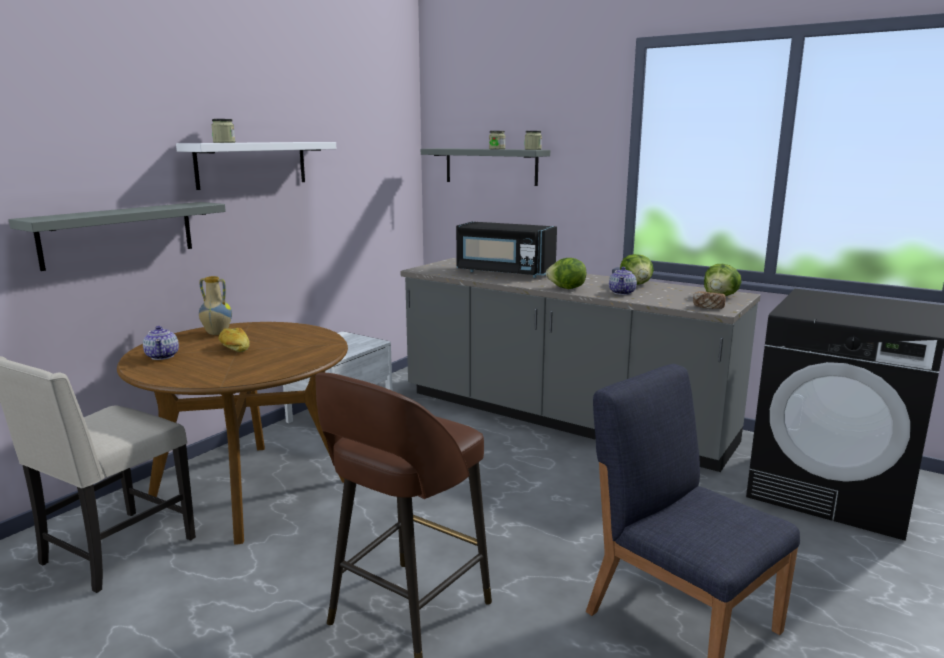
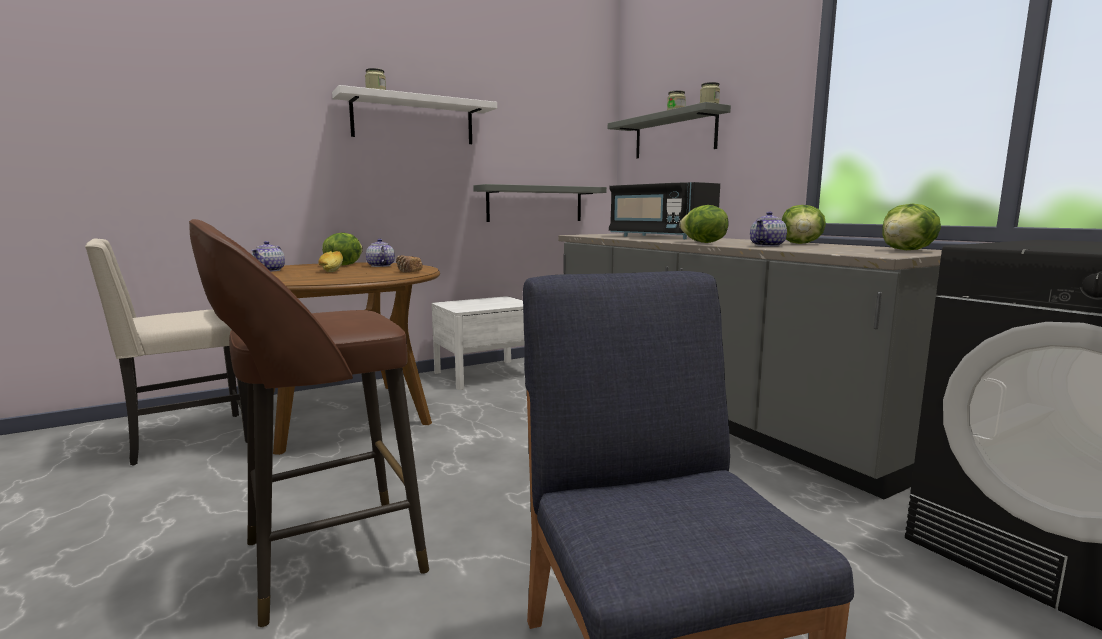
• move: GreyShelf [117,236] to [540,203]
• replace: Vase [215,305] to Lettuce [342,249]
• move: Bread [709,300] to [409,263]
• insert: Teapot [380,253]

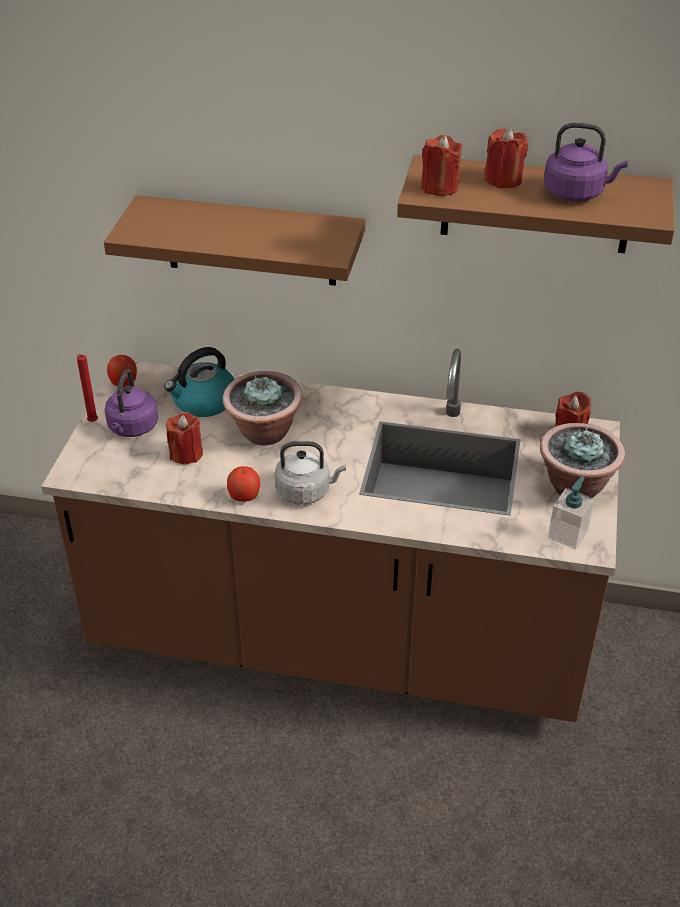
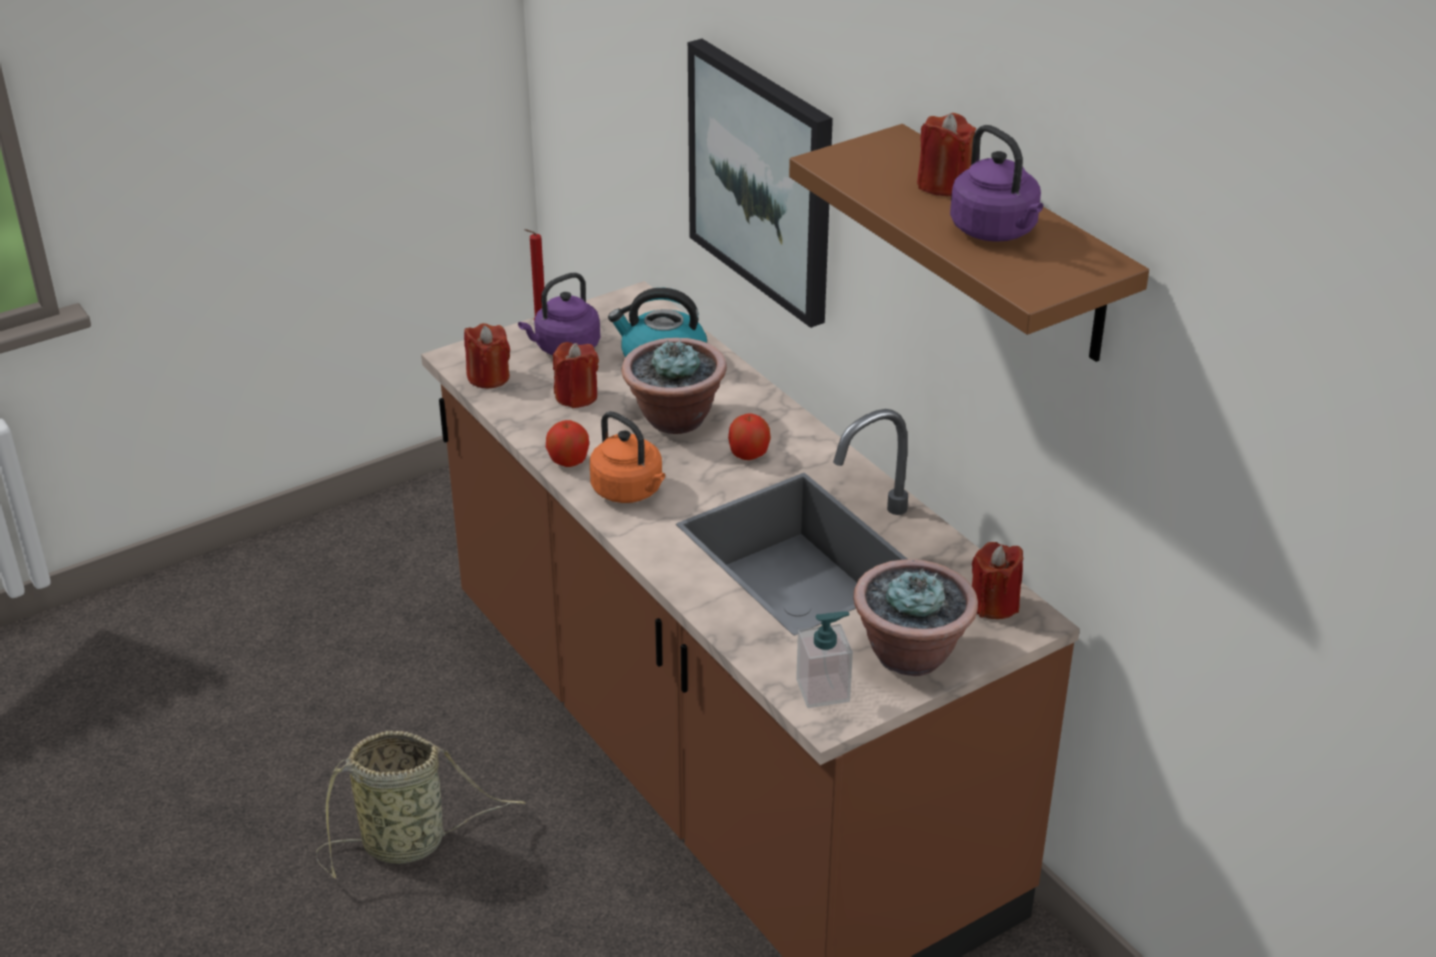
• replace: BrownShelf [235,240] to Picture [760,183]
• move: Apple [122,371] to [749,436]
• recolor: GreyKettle [310,473] to OrangeKettle [627,457]
• move: RedCandle [442,165] to [487,355]
• insert: Basket [421,804]

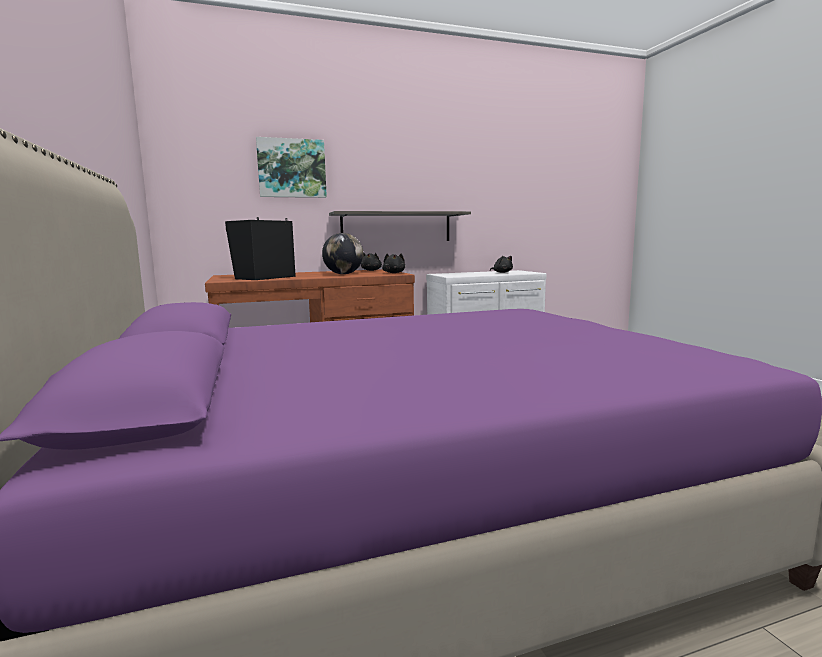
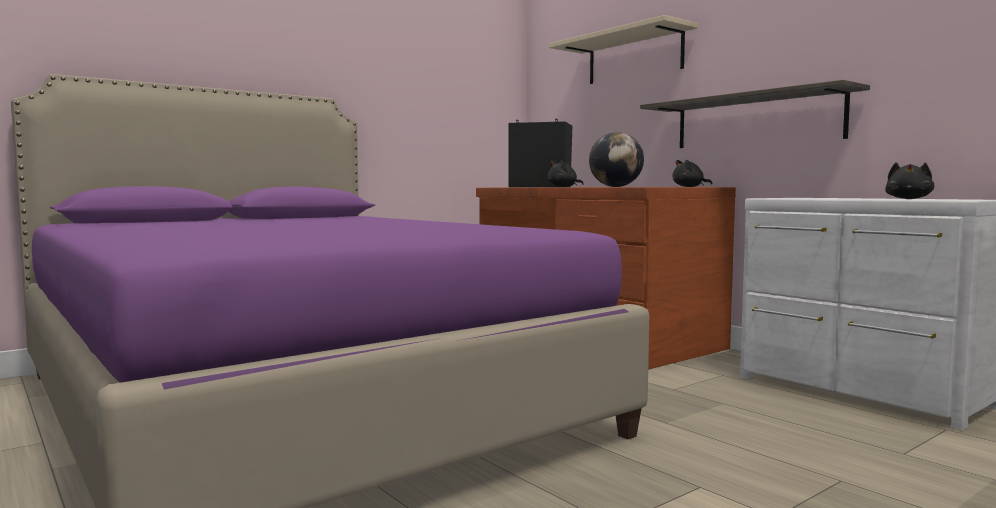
• replace: Picture [291,167] to BeigeShelf [623,49]
• move: BlackPlushToy [393,263] to [566,174]

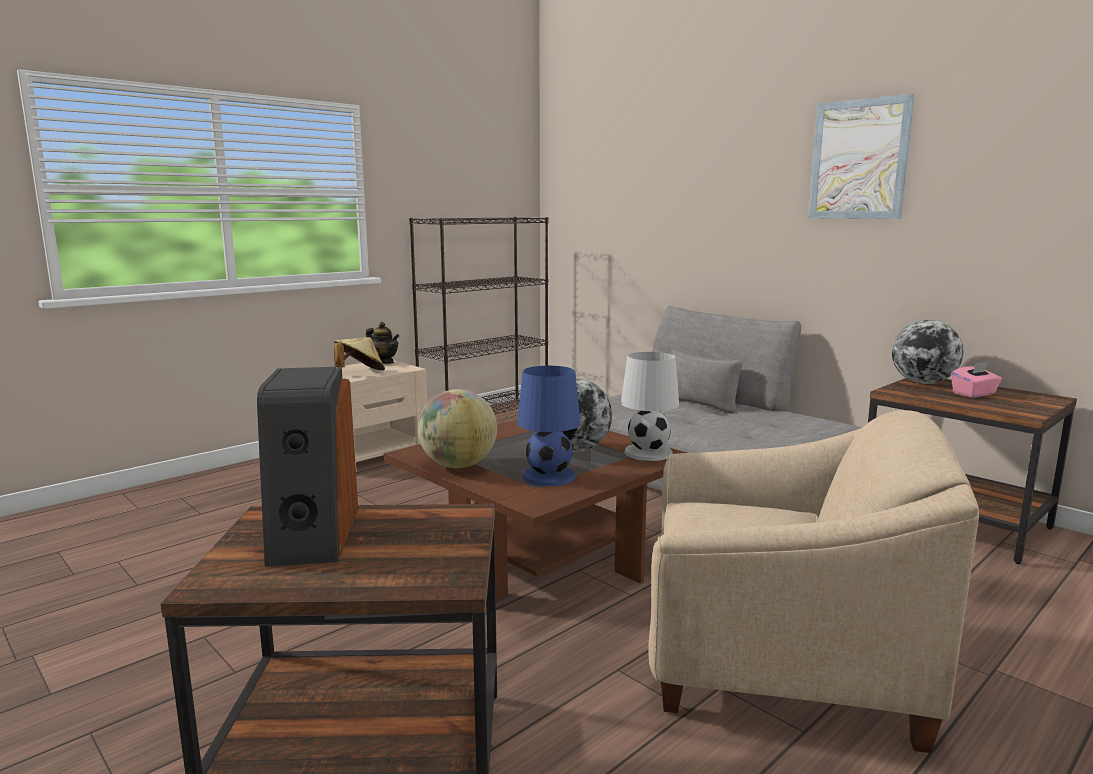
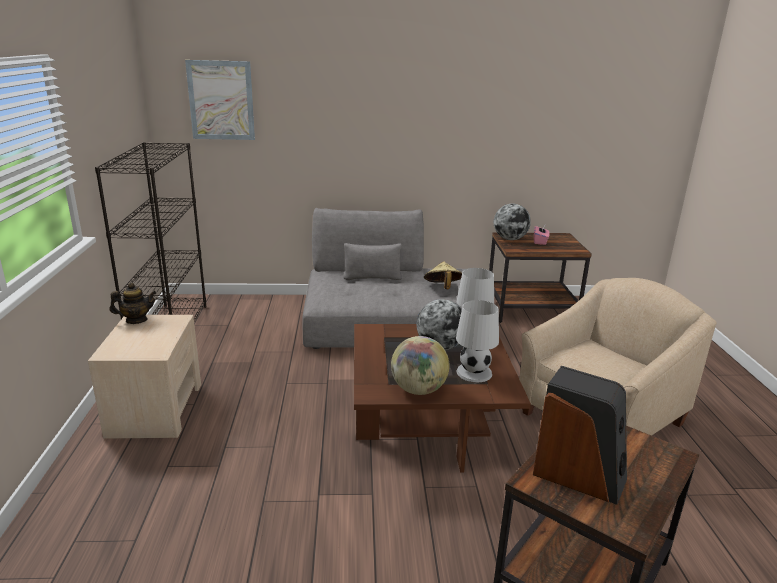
• move: BeigeHat [359,353] to [443,275]
• recolor: BlueTableLamp [549,426] to WhiteTableLamp [477,341]
• move: Picture [861,156] to [220,100]

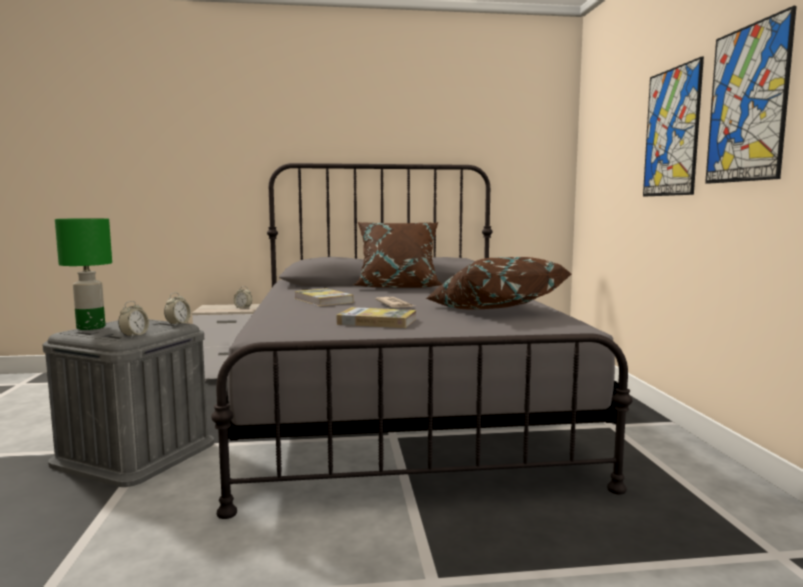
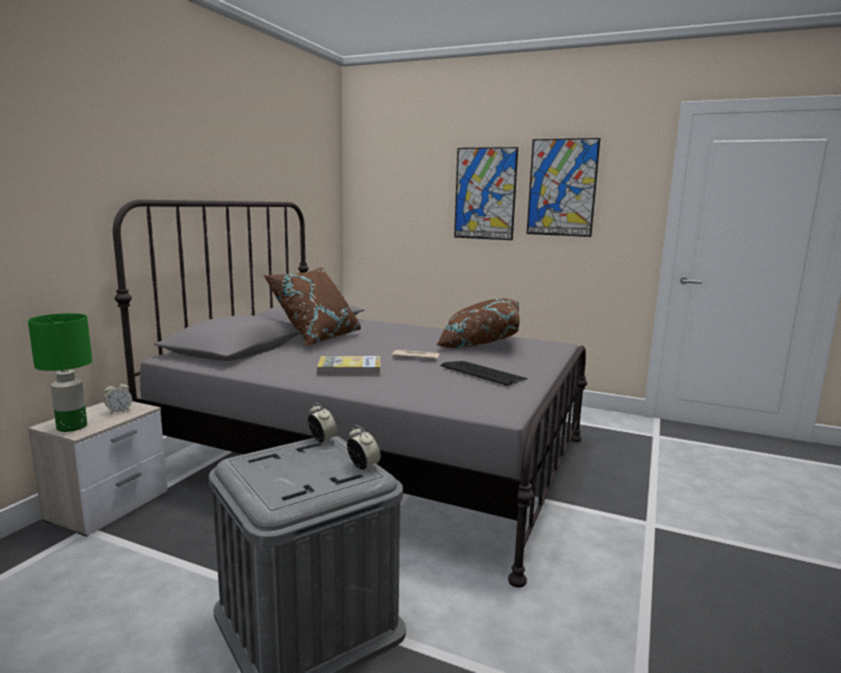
• move: GreenTableLamp [83,274] to [60,372]
• replace: Book [376,317] to Keyboard [484,373]

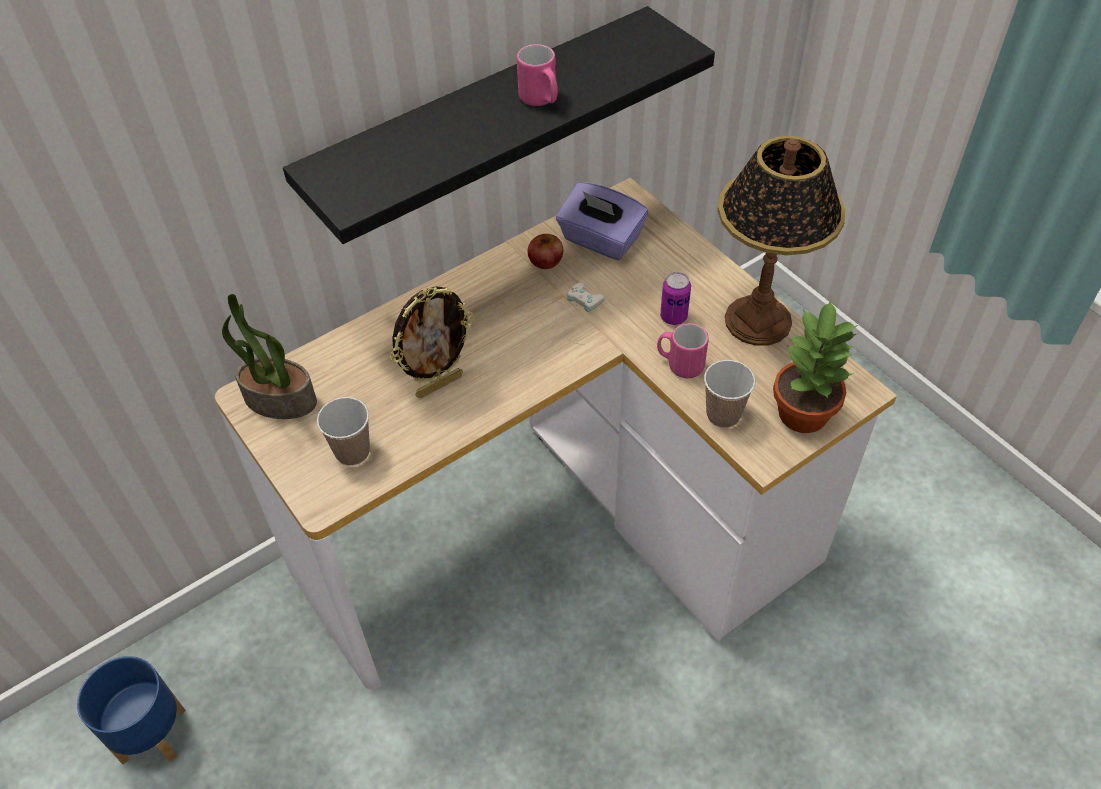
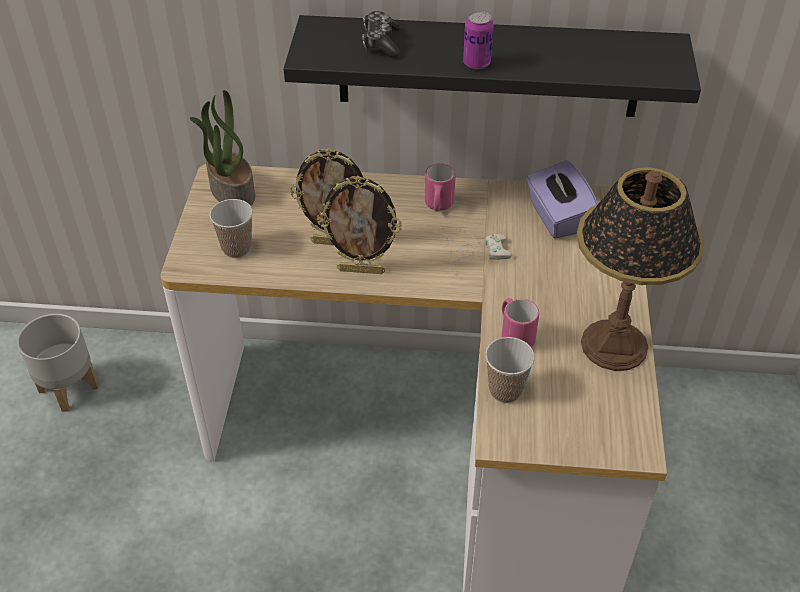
• recolor: BluePlanter [131,710] to GreyPlanter [58,363]
• move: PinkMug [537,75] to [440,187]
• delete: Apple [545,251]
• move: Can [675,298] to [478,40]
• delete: PottedPlant [816,366]
• insert: PictureFrame [359,225]
• insert: GameController [381,34]

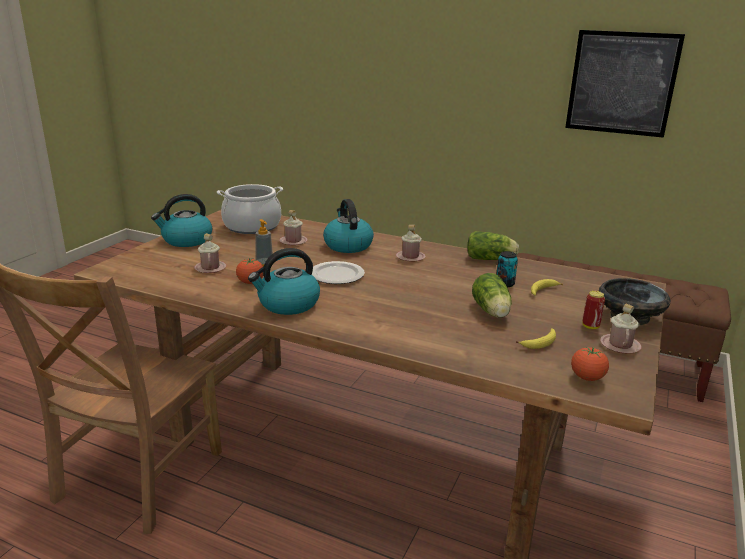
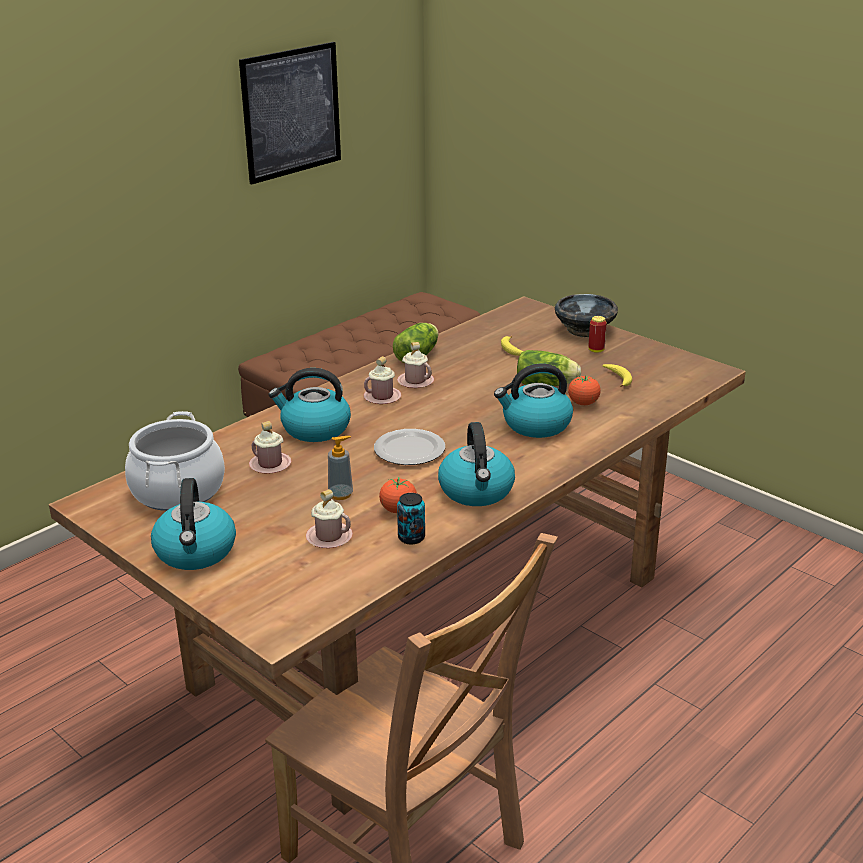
• move: Can [507,269] to [411,519]
• move: Tomato [590,364] to [584,390]
• move: PinkMug [621,329] to [415,365]
• insert: Kettle [533,400]

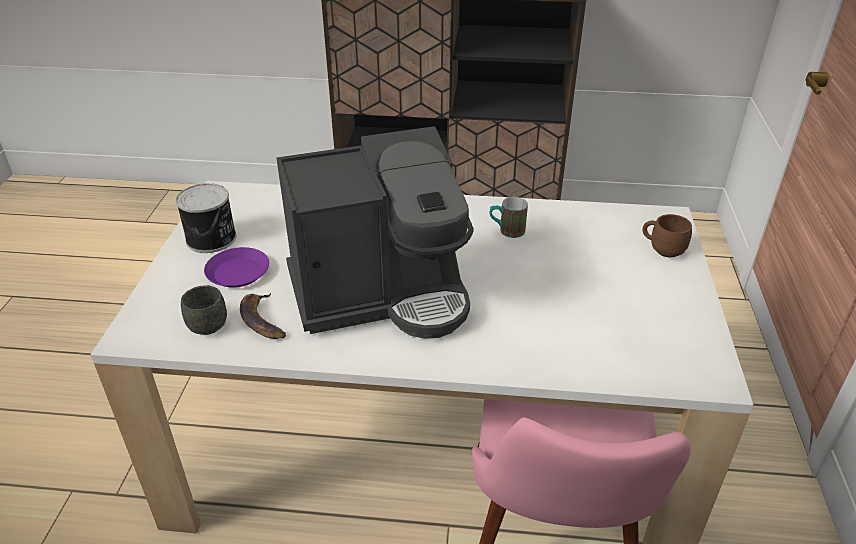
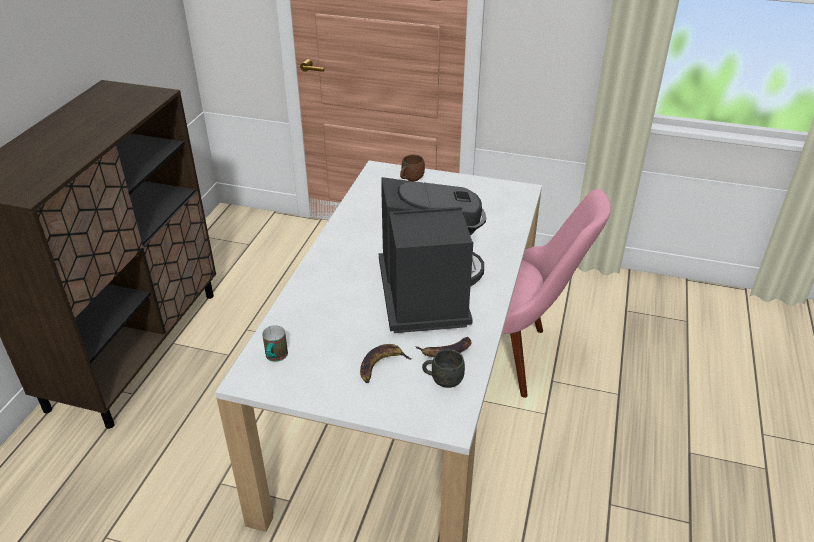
• delete: Can [206,218]
• replace: PurplePlate [236,267] to Banana [386,363]
• move: Mug [509,217] to [275,343]

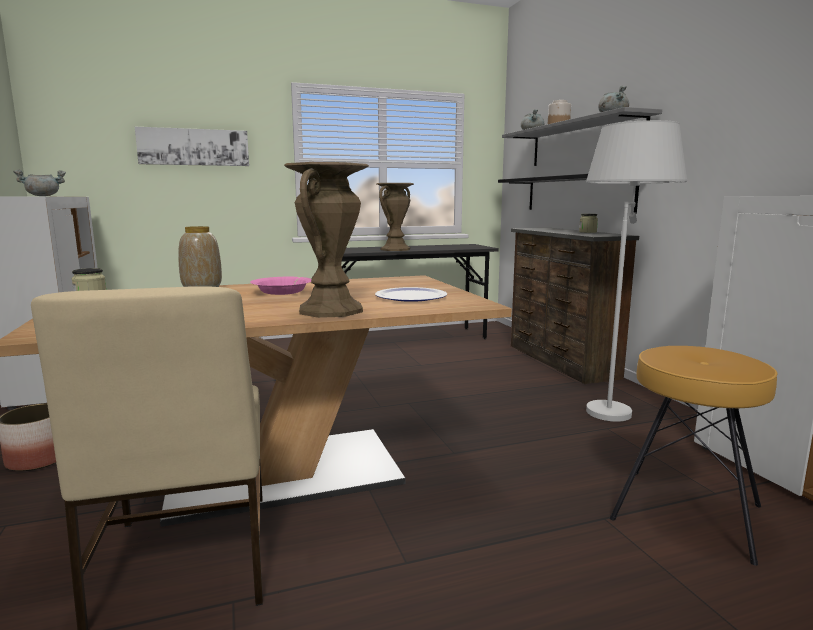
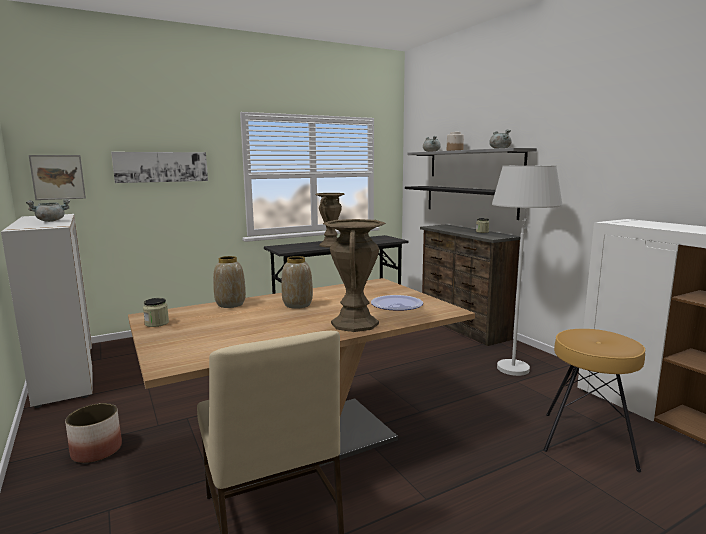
• replace: PinkBowl [280,286] to Vase [297,282]
• insert: Picture [57,177]

